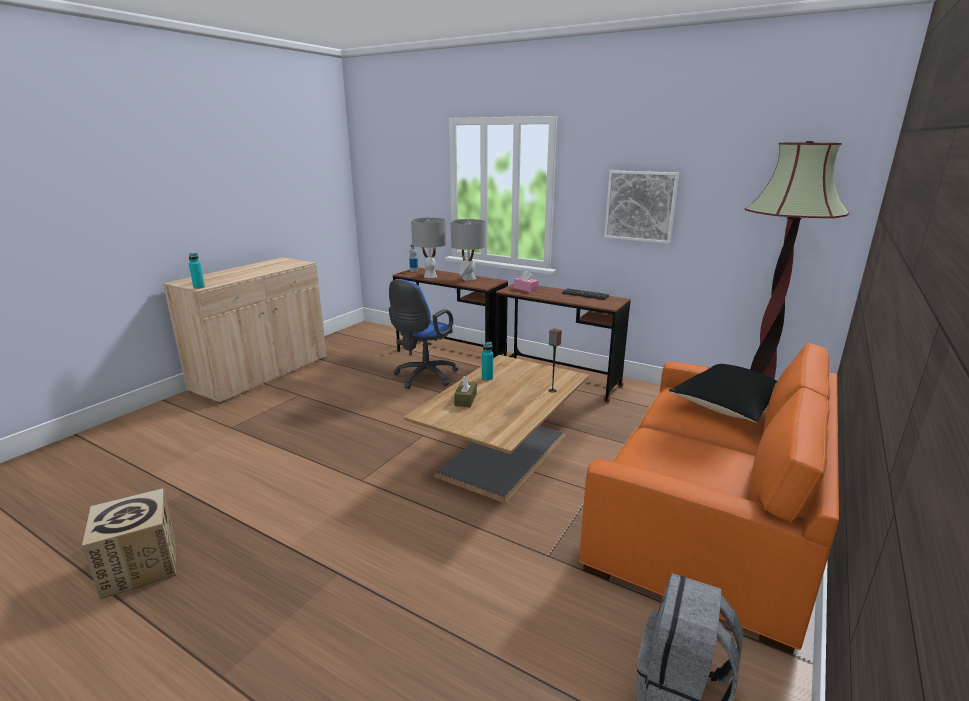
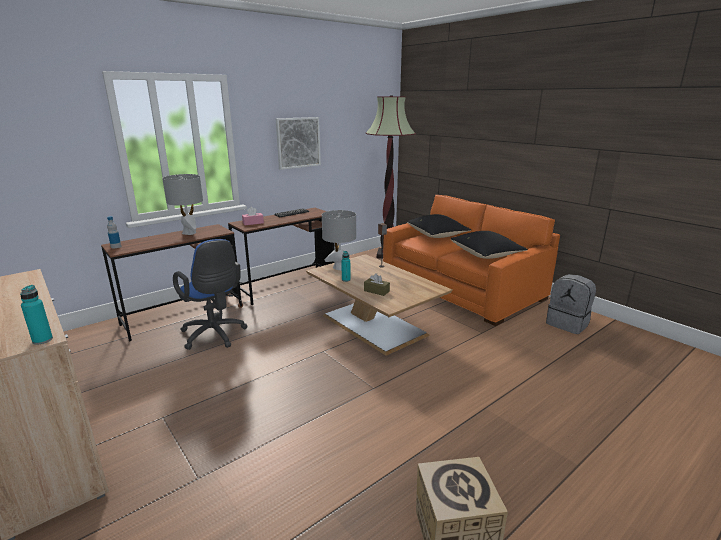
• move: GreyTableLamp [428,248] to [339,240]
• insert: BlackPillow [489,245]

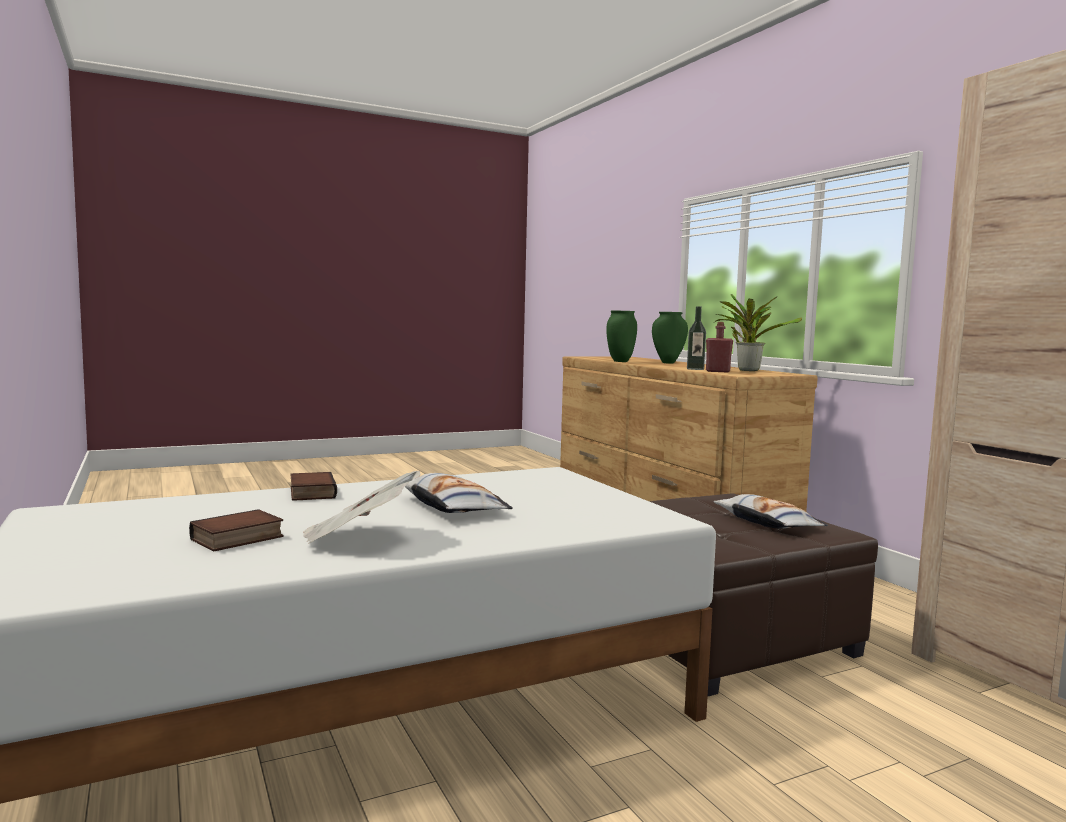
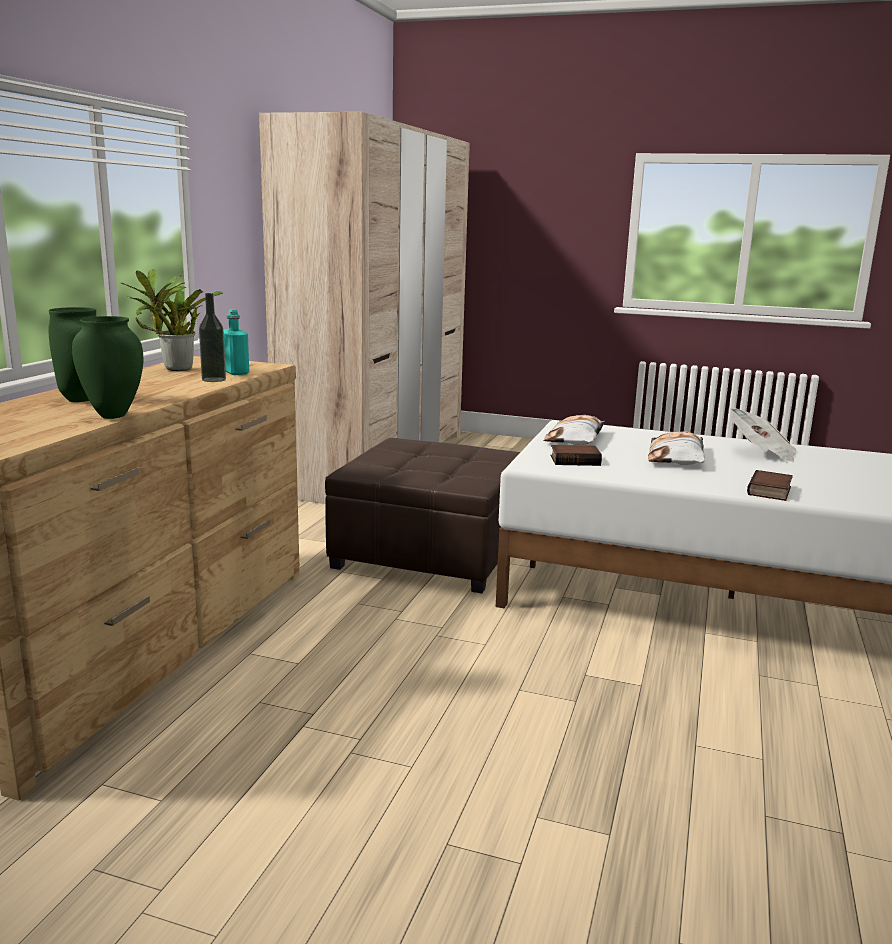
• move: Book [236,530] to [576,455]
• recolor: RedBottle [719,347] to TurquoiseBottle [236,342]
• move: Pillow [770,511] to [574,430]

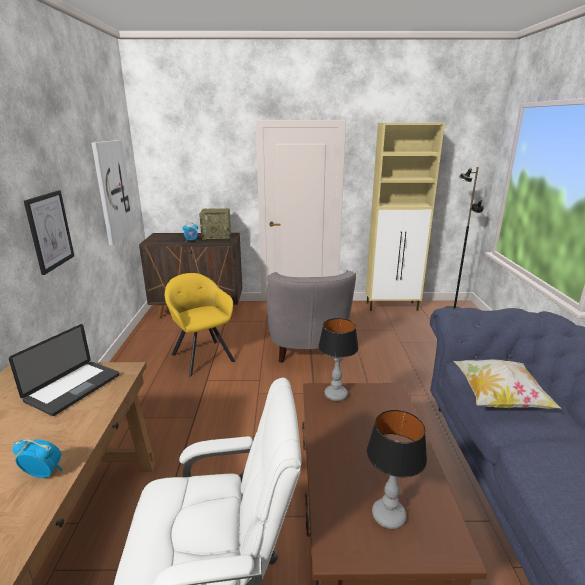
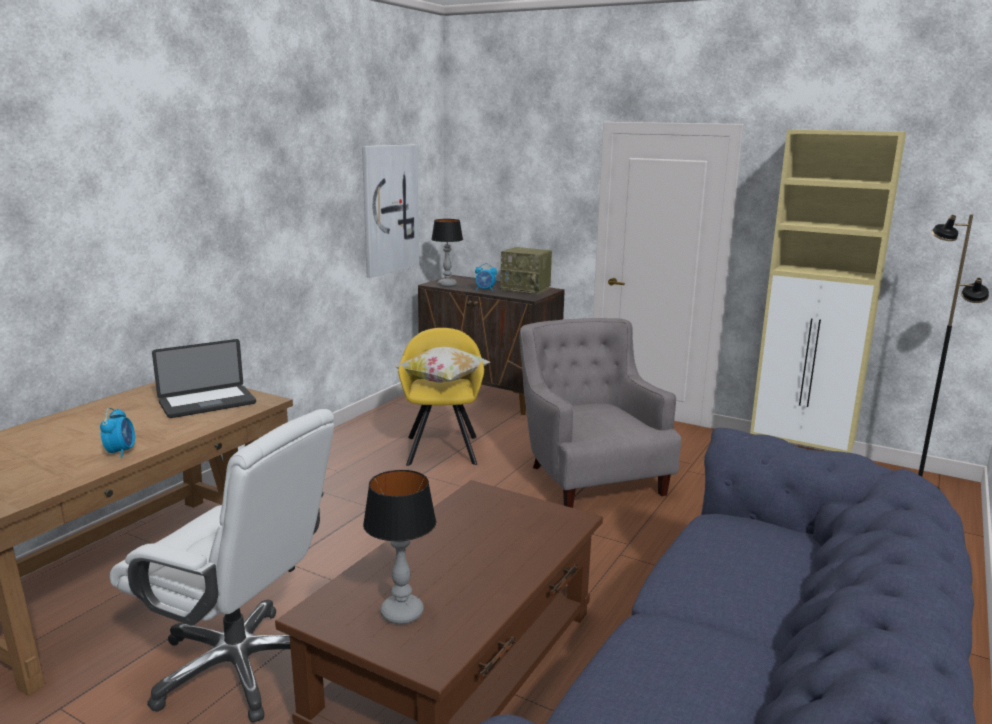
• rotate: AlarmClock [37,458] = [117,433] 45 degrees clockwise
• delete: Picture [49,232]
• rotate: GreyArmchair [311,316] = [600,413] 135 degrees clockwise
• move: TableLamp [338,359] to [447,253]
• move: Pillow [507,384] to [442,365]

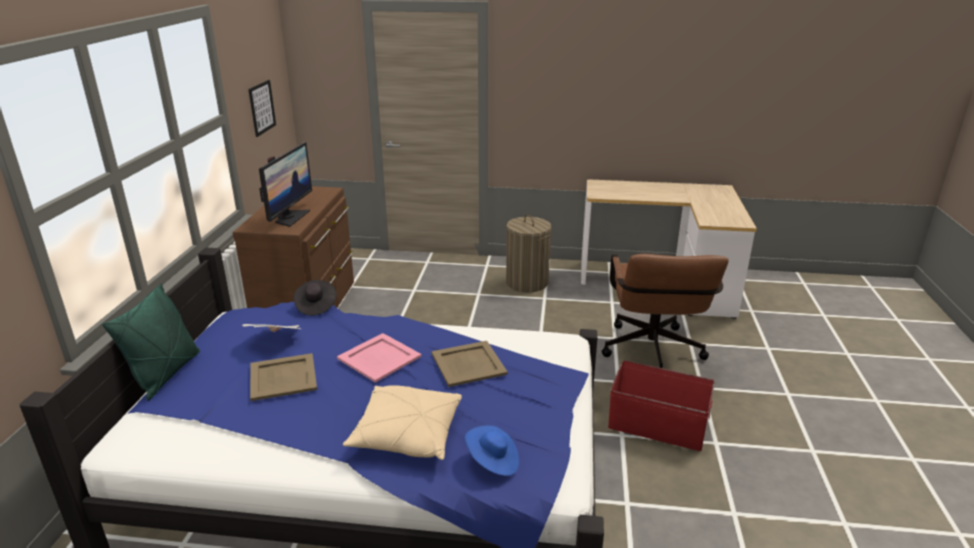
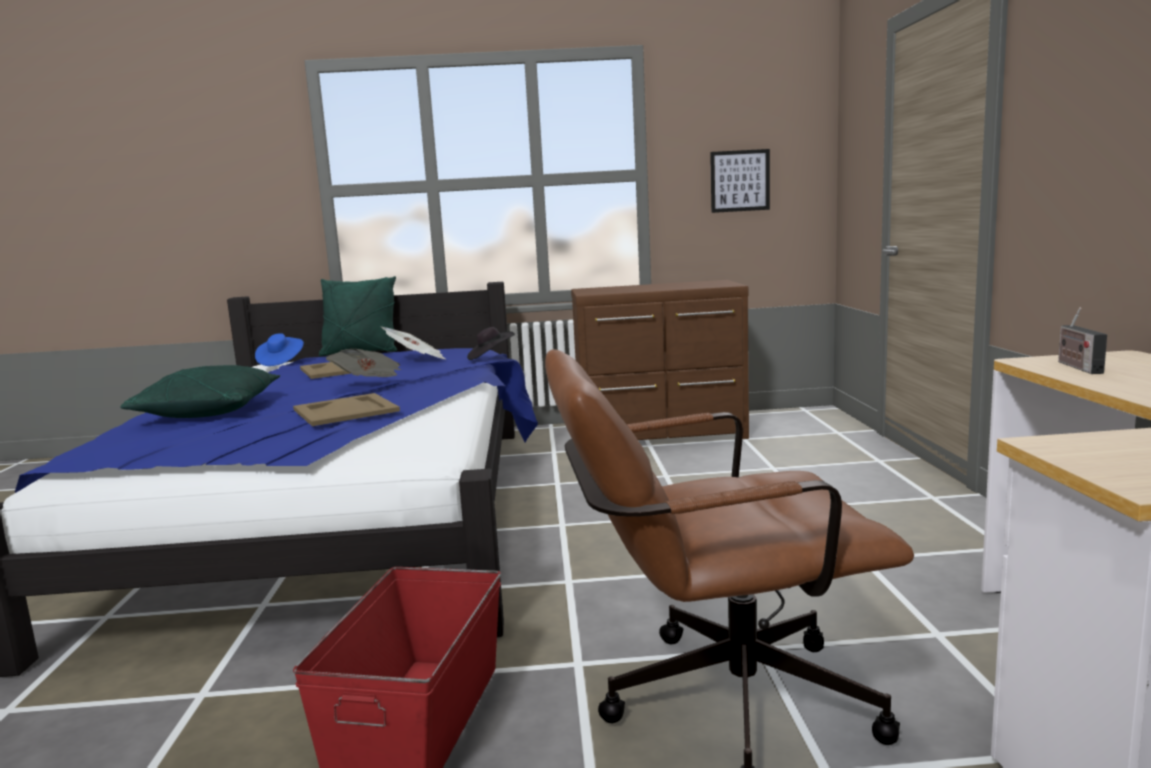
• delete: Monitor [285,184]
• replace: PinkTray [379,358] to Newspaper [363,363]
• recolor: BeigePillow [402,422] to GreenPillow [200,391]
• move: BlueHat [492,450] to [279,349]
• delete: LaundryBasket [528,253]
• insert: Radio [1082,341]

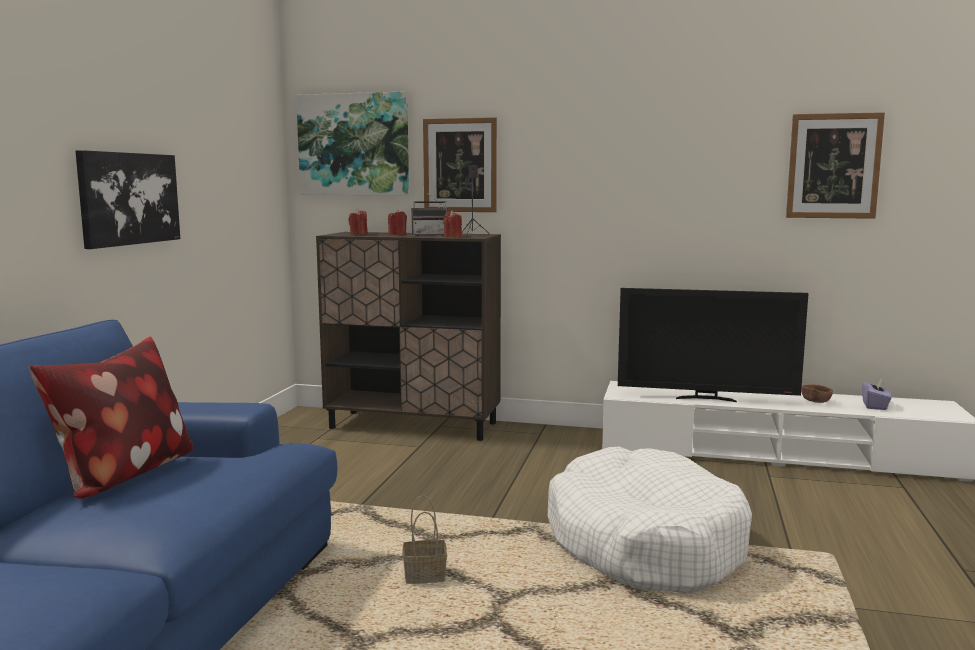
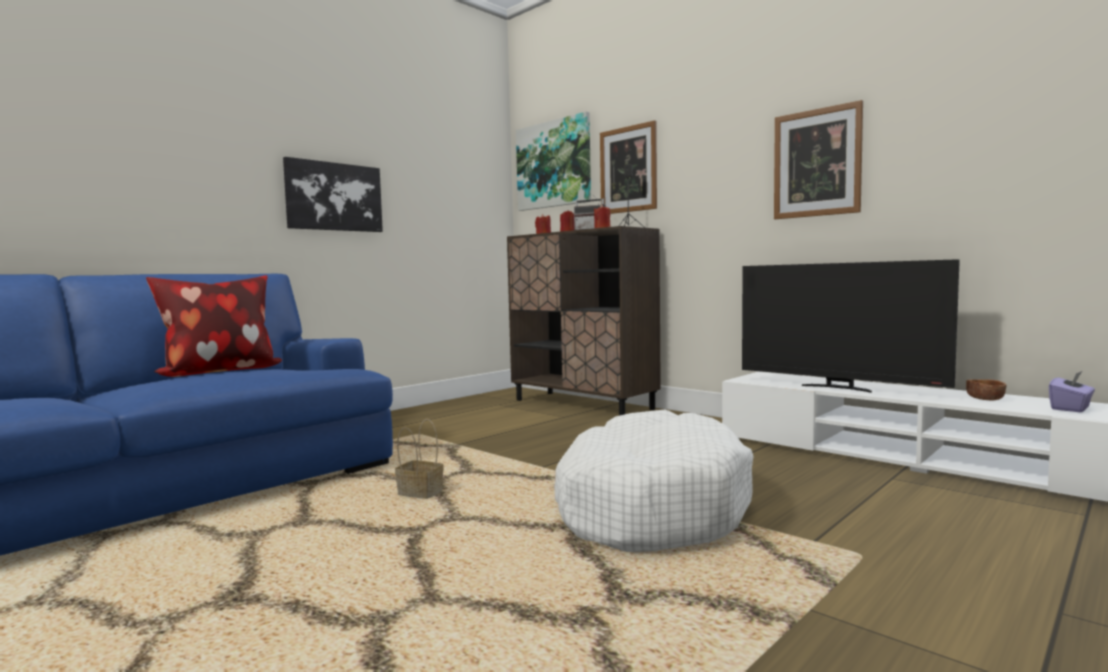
• move: Picture [835,165] to [818,159]

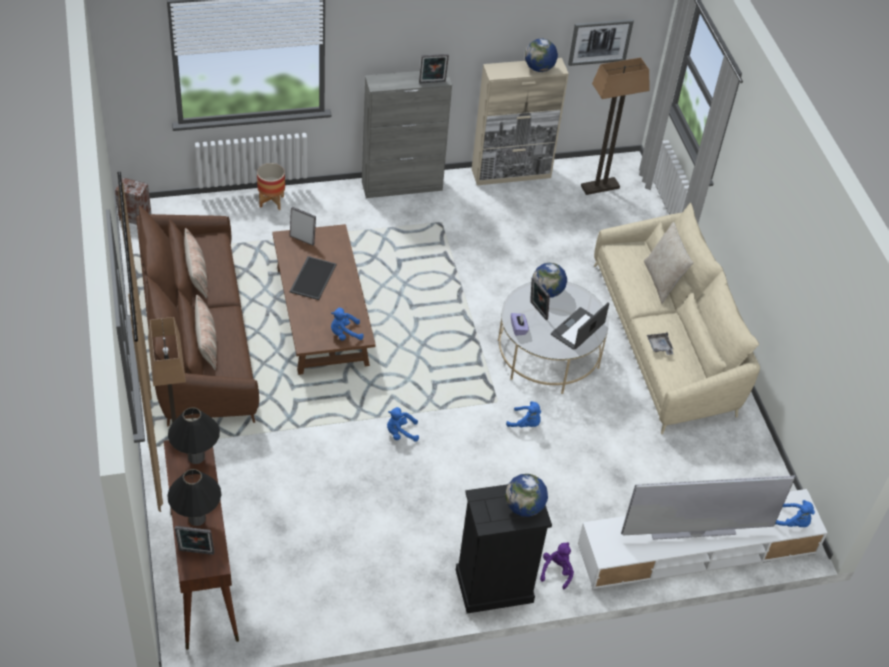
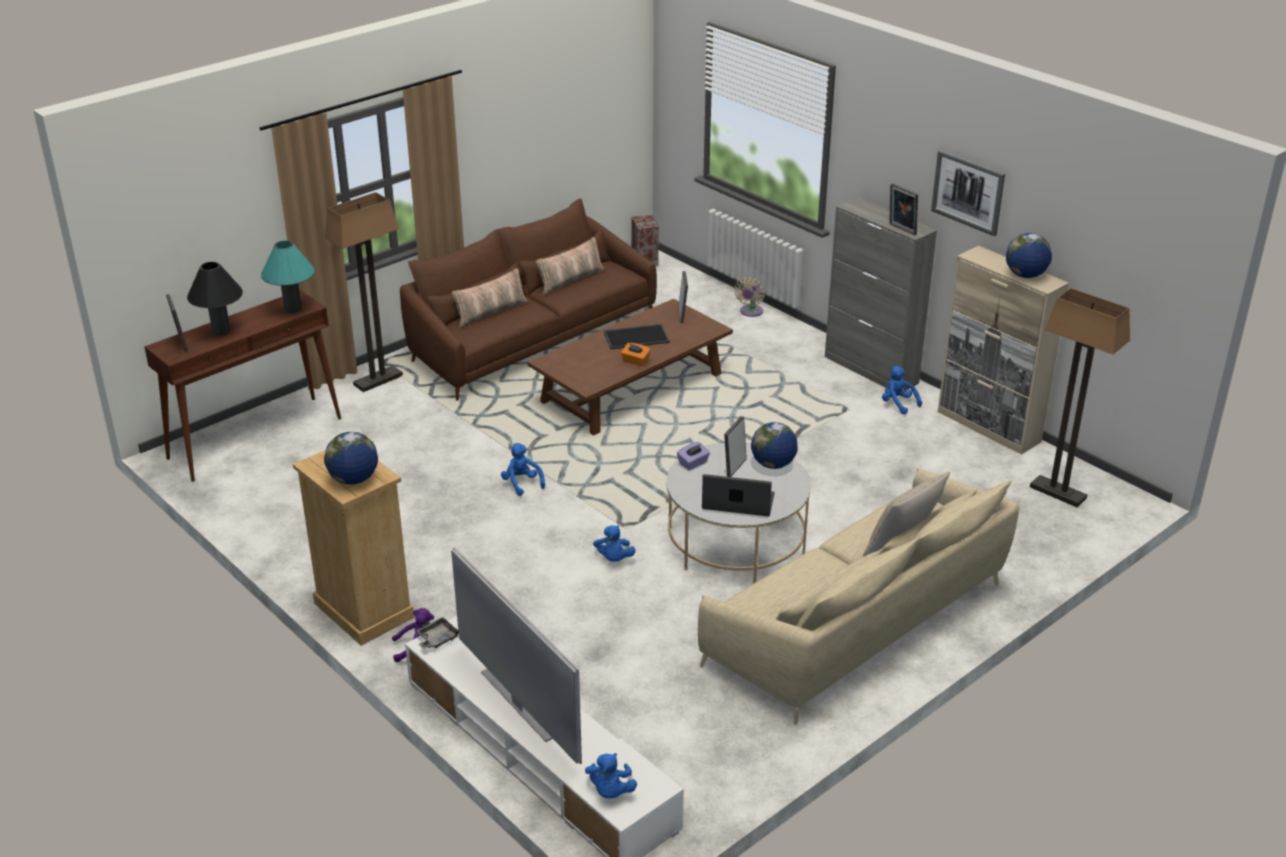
• recolor: BlackTableLamp [194,435] to TurquoiseTableLamp [288,277]
• replace: Planter [271,186] to BeigeFan [749,297]
• move: BluePlushToy [347,324] to [902,390]
• recolor: BlackDresser [504,549] to BeigeDresser [353,548]
• move: Picture [601,42] to [968,193]
• move: GreyTray [660,343] to [436,633]
• insert: OrangeTissueBox [636,354]

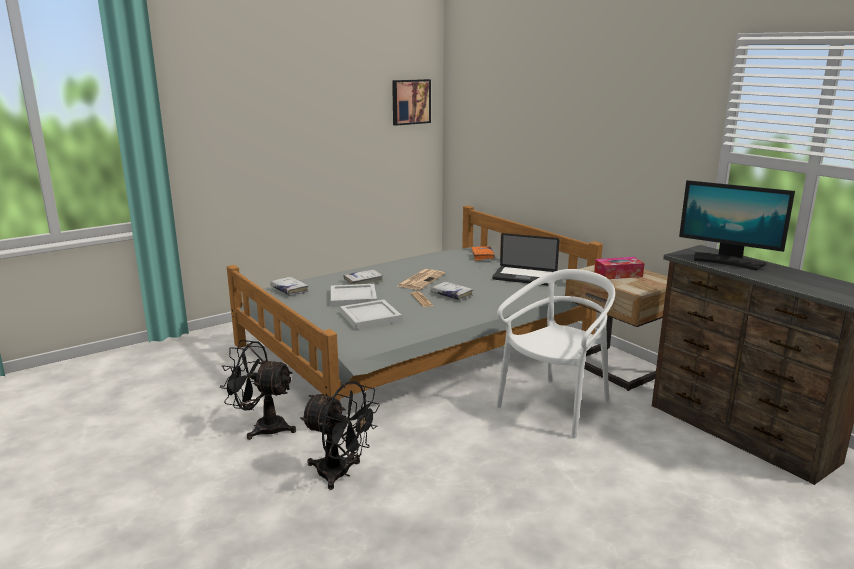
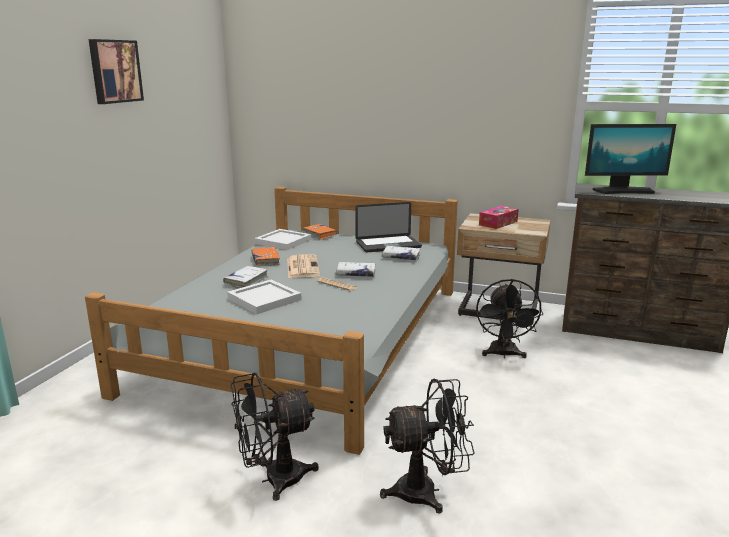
• move: WhiteBook [289,286] to [401,253]
• move: WhiteTray [371,314] to [283,239]
• move: Picture [411,102] to [116,71]
• replace: WhiteChair [555,353] to BlackFan [509,318]
• insert: OrangeBook [266,256]

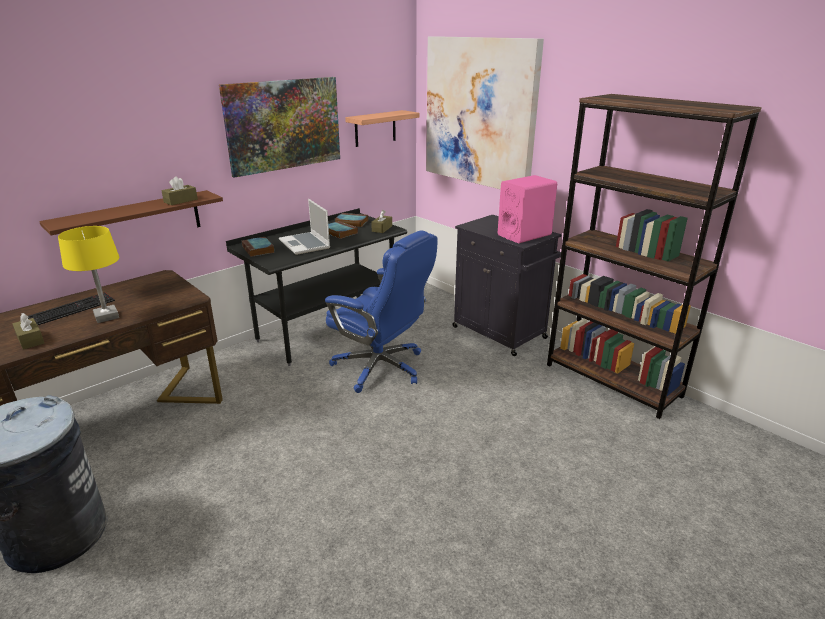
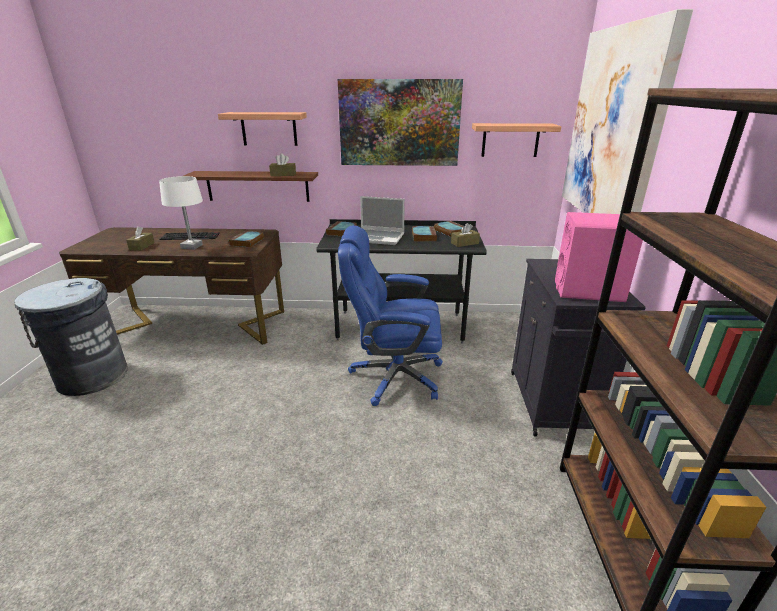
• recolor: YellowTableLamp [89,274] to WhiteTableLamp [181,213]
• rotate: Laptop [304,227] = [382,220] 90 degrees counterclockwise
• rotate: BlueOfficeChair [381,312] = [390,315] 105 degrees clockwise
• insert: Shelf [262,129]
• insert: Book [246,239]

